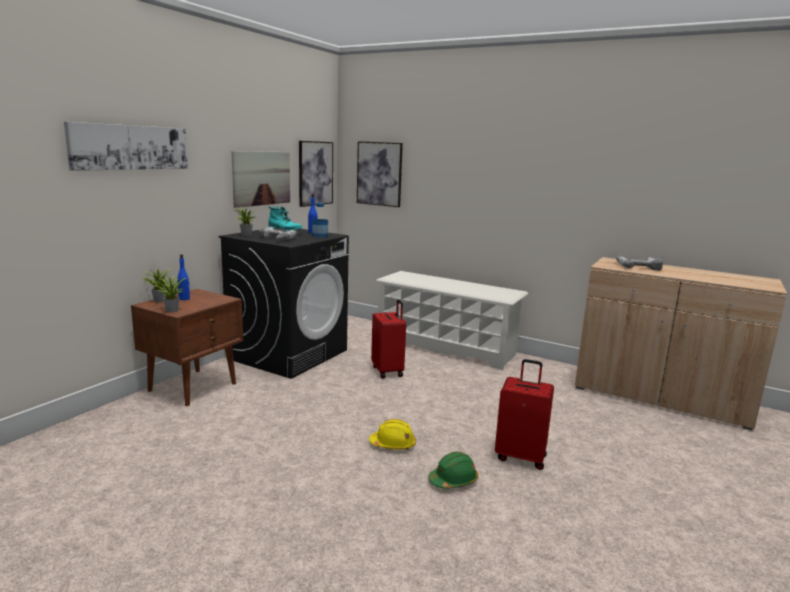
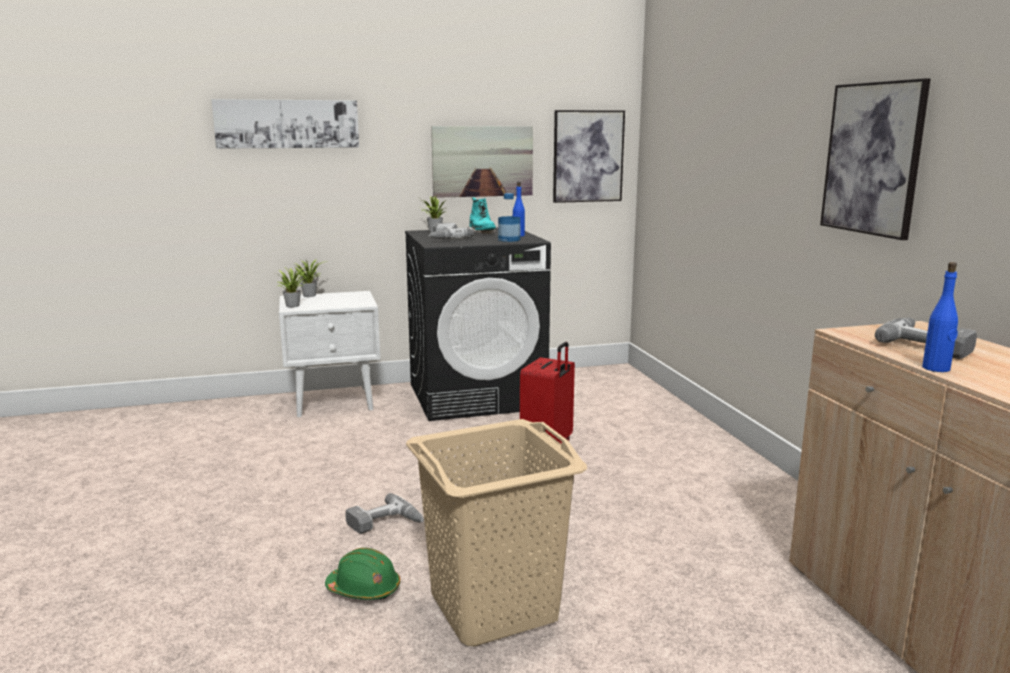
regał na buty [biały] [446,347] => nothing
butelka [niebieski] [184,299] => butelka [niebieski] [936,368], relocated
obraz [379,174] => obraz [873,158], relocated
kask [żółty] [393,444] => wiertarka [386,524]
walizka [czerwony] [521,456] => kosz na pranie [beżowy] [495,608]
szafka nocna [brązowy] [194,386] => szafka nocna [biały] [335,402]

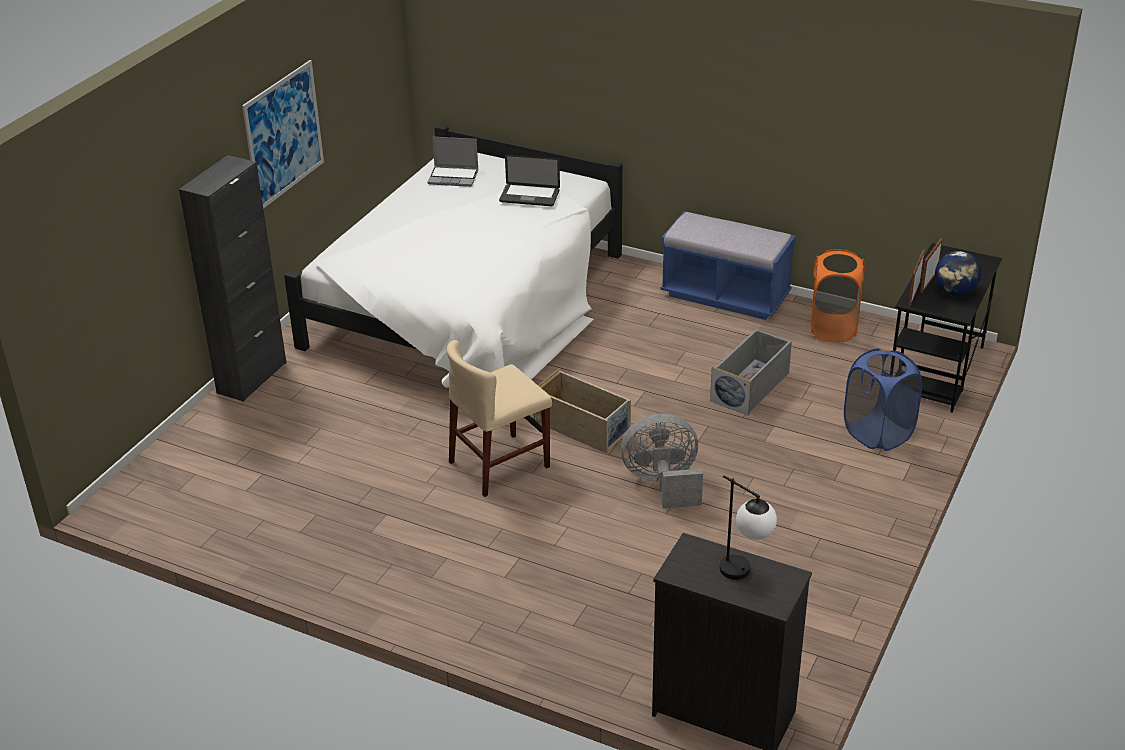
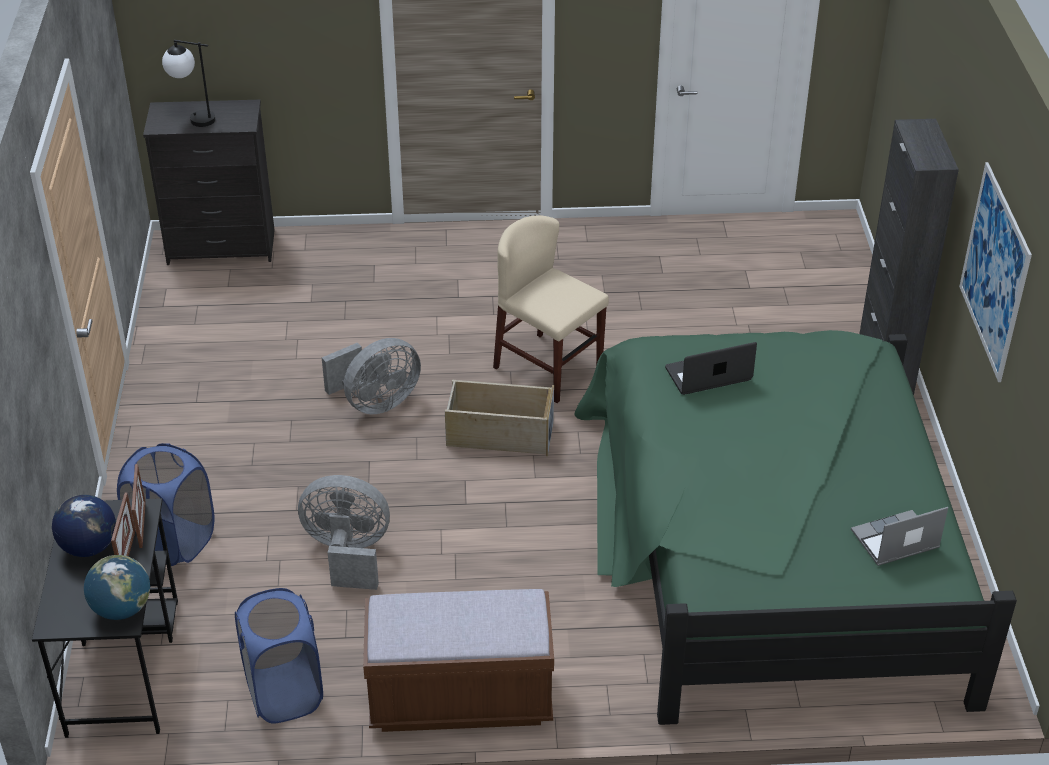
nothing => globus [121,609]
laptop [529,196] => laptop [708,374], relocated
pojemnik do przechowywania [szary] [750,386] => wentylator [szary] [348,554]
łóżko [biały] [470,306] => łóżko [zielony] [768,548]
ławka [niebieski] [725,296] => ławka [brązowy] [460,698]
kosz na pranie [pomarańczowy] [833,328] => kosz na pranie [niebieski] [284,693]
krzesło [beżowy] [499,464] => krzesło [beżowy] [548,368], 75 degrees counterclockwise

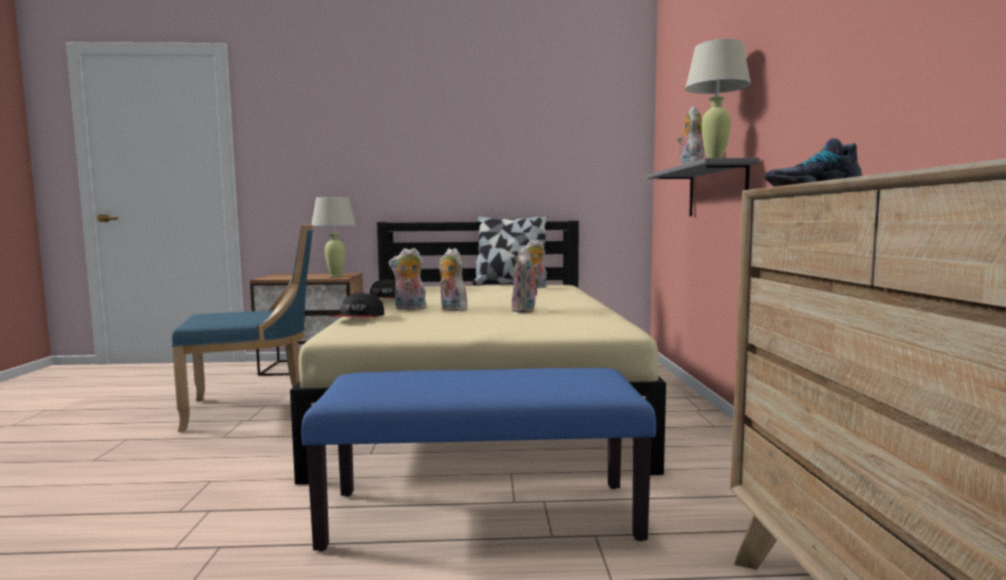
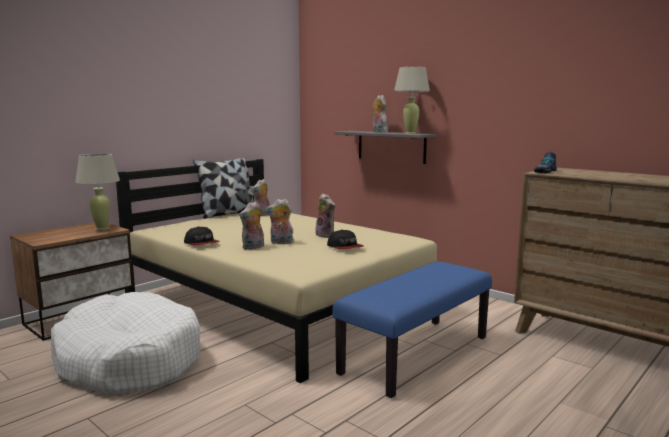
czapka z daszkiem [358,318] => czapka z daszkiem [345,247], relocated
krzesło [niebieski] [255,408] => legowisko [biały] [129,361]

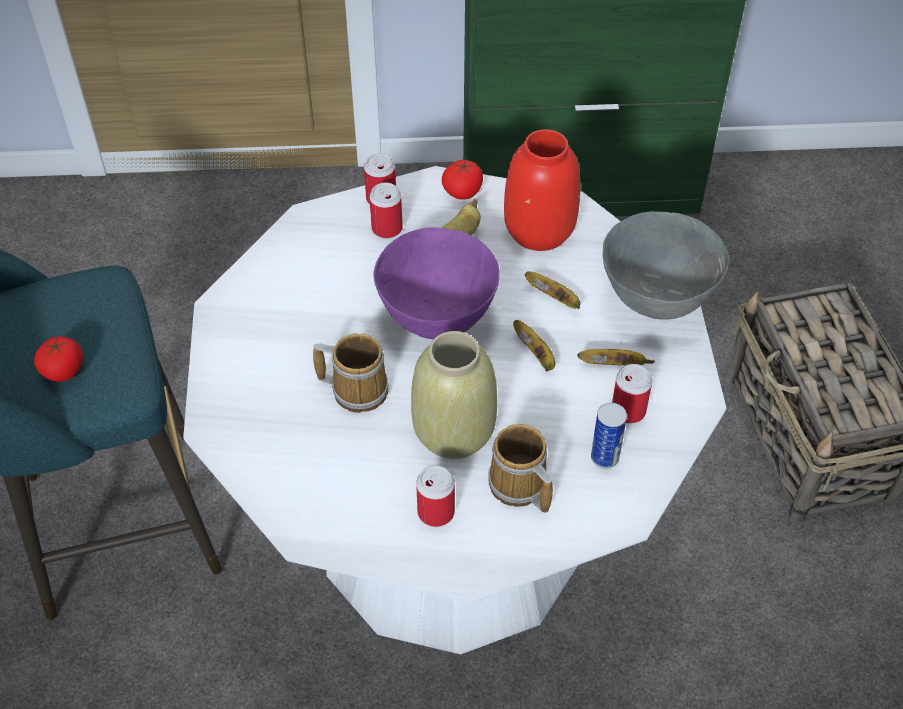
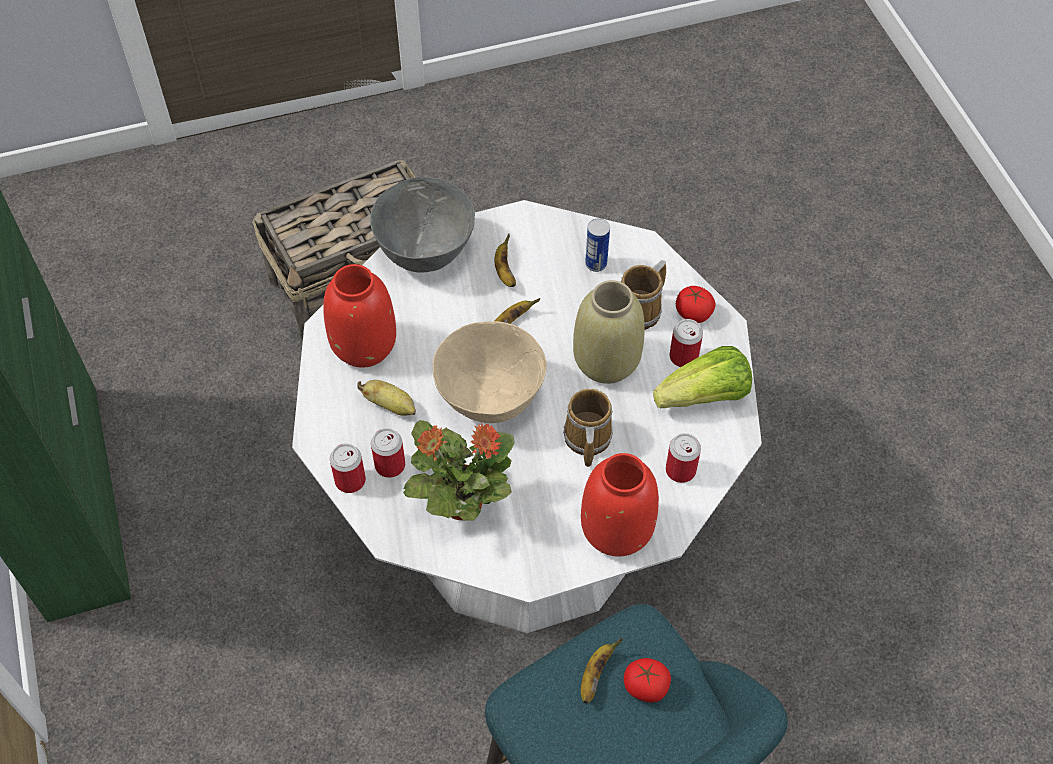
nothing => roślina doniczkowa [461,504]
nothing => wazon [czerwony] [615,530]
nothing => sałata [705,397]
pomidor [462,191] => pomidor [693,314], relocated
banan [555,298] => banan [595,675], relocated
puszka [628,410] => puszka [680,470], relocated
miska [fioletowy] [438,318] => miska [beżowy] [490,398]

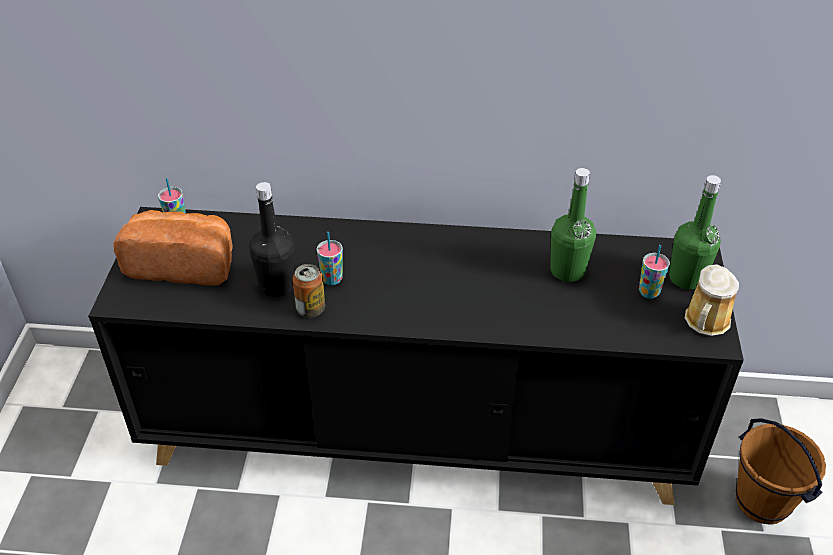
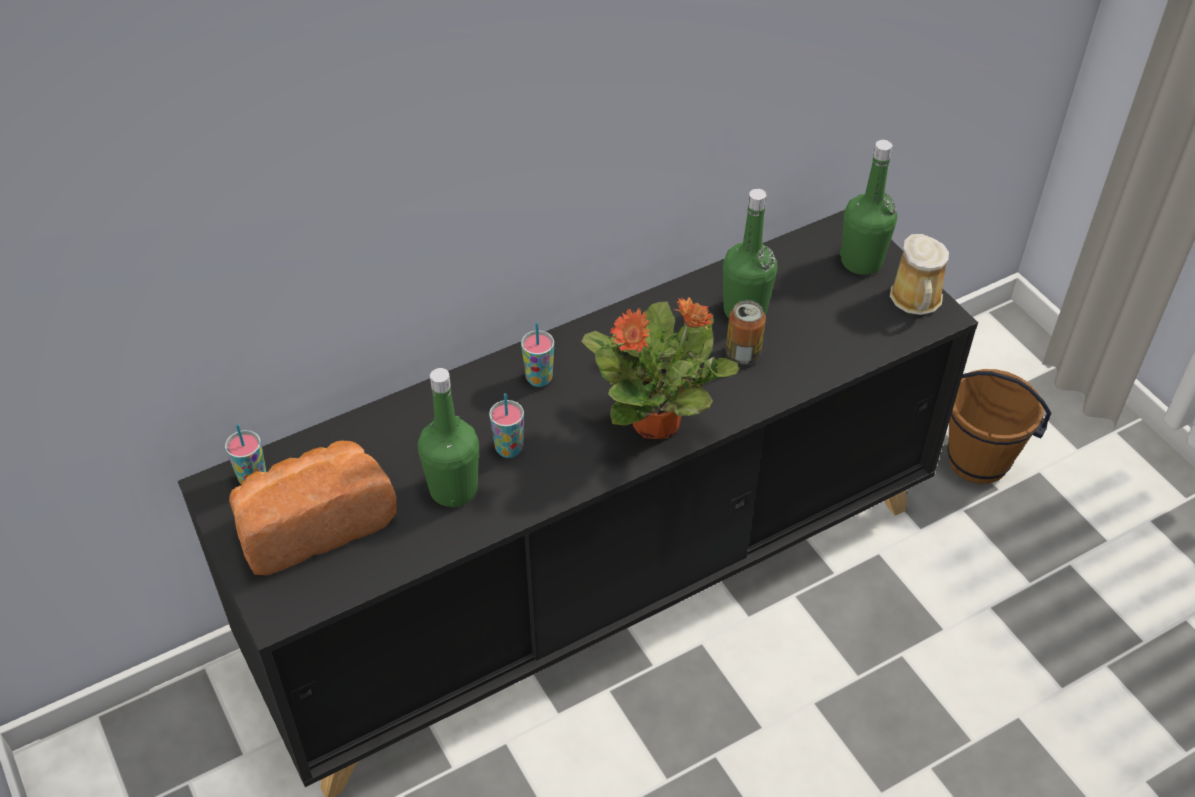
nothing => roślina doniczkowa [658,422]
puszka [310,309] => puszka [743,354], relocated
filiżanka [648,292] => filiżanka [539,378], relocated
butelka [czarny] [277,285] => butelka [zielony] [453,489]

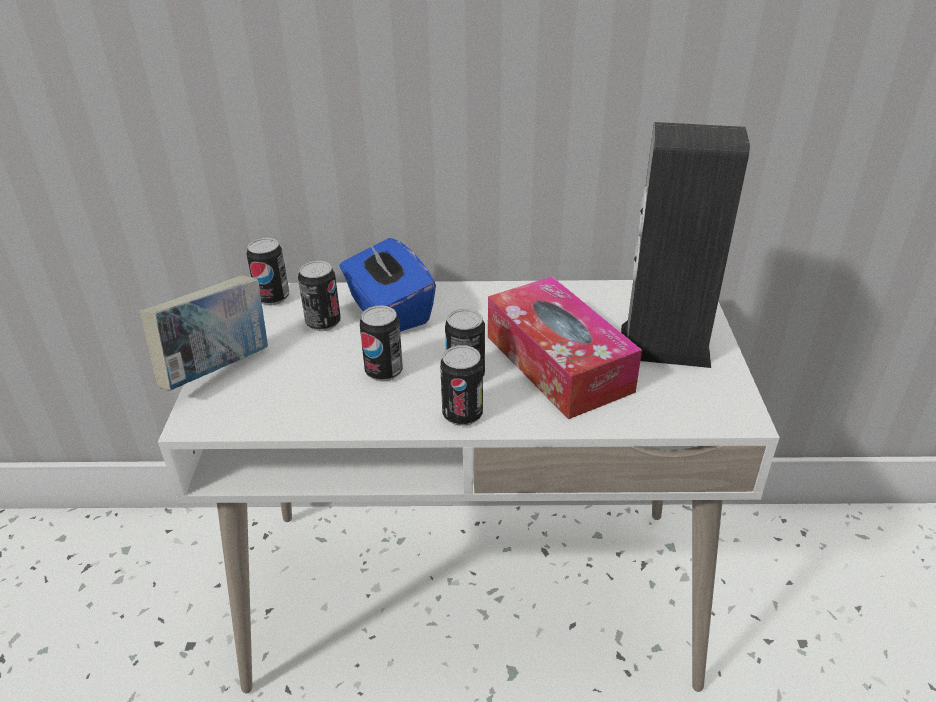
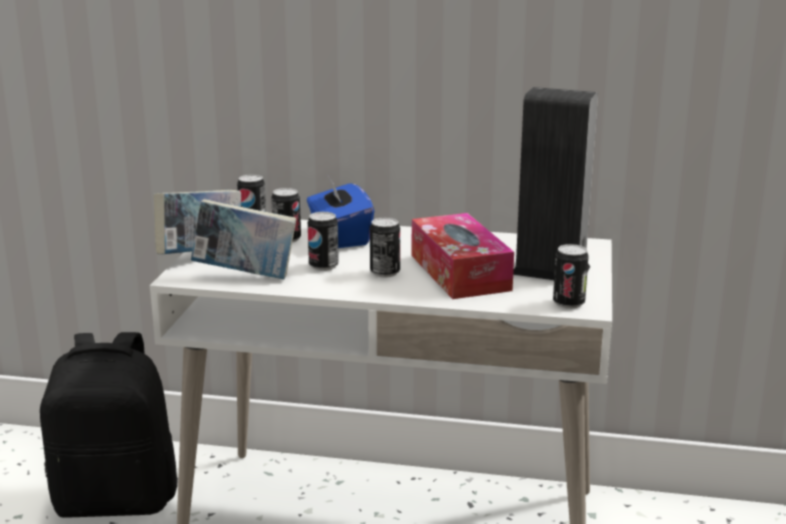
nothing => plecak [czarny] [117,499]
nothing => książka [246,276]
puszka [462,414] => puszka [568,303], relocated

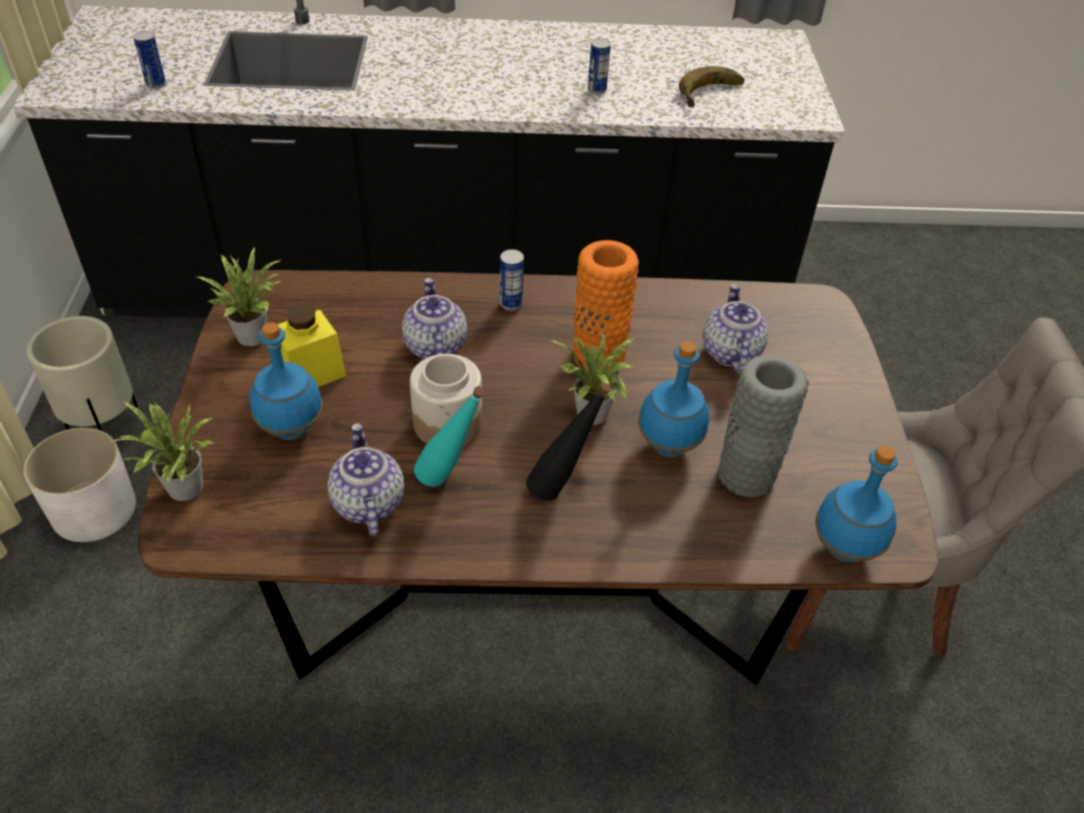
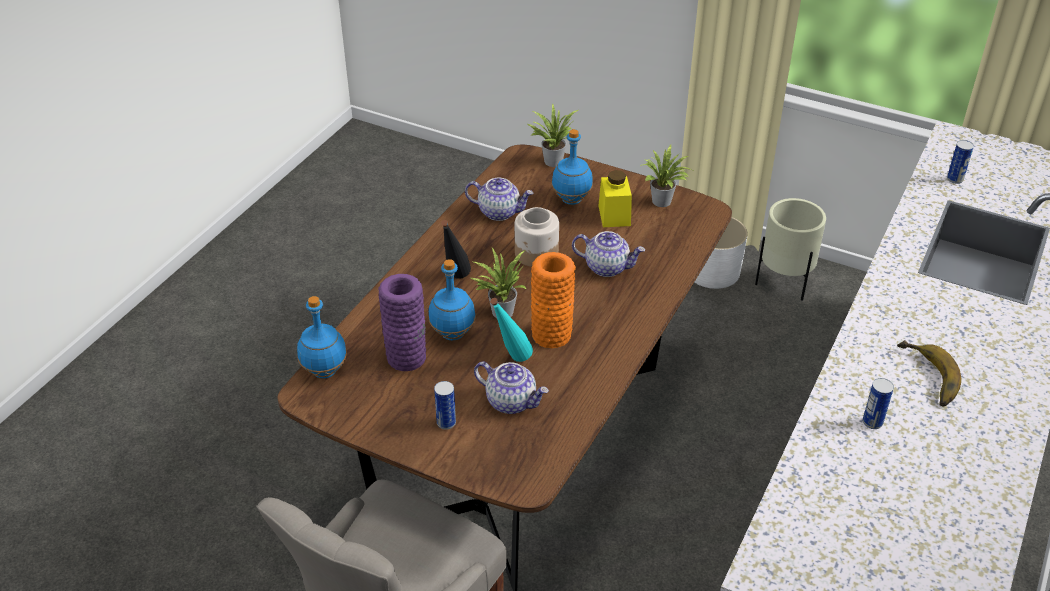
butelka [turkusowy] [450,481] => butelka [turkusowy] [511,361], relocated
puszka [511,304] => puszka [446,423], relocated
banan [713,94] => banan [925,377], relocated
wazon [szary] [746,474] => wazon [fioletowy] [406,357]

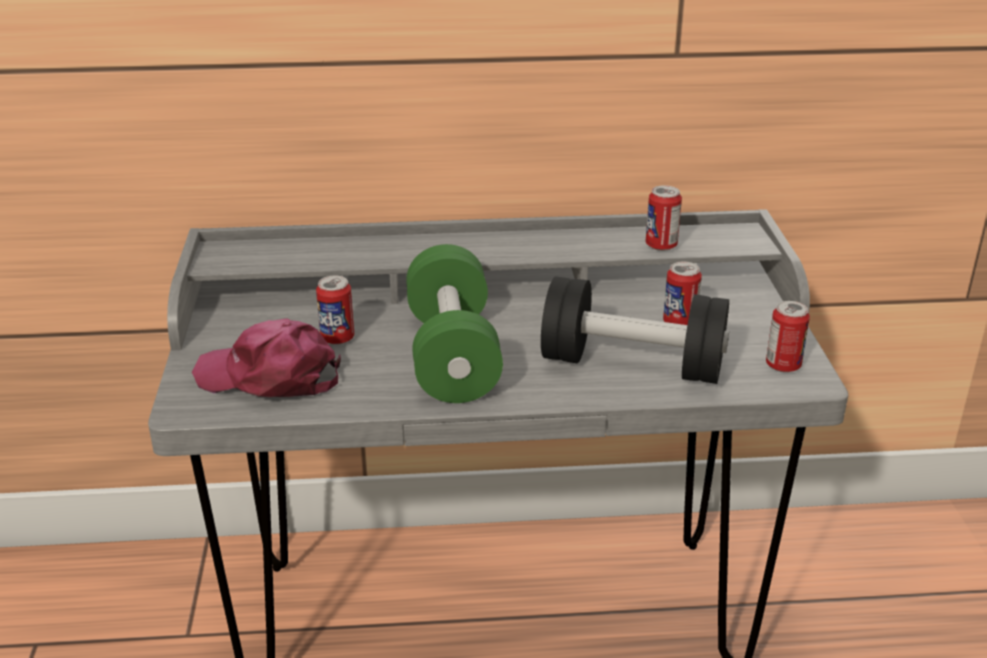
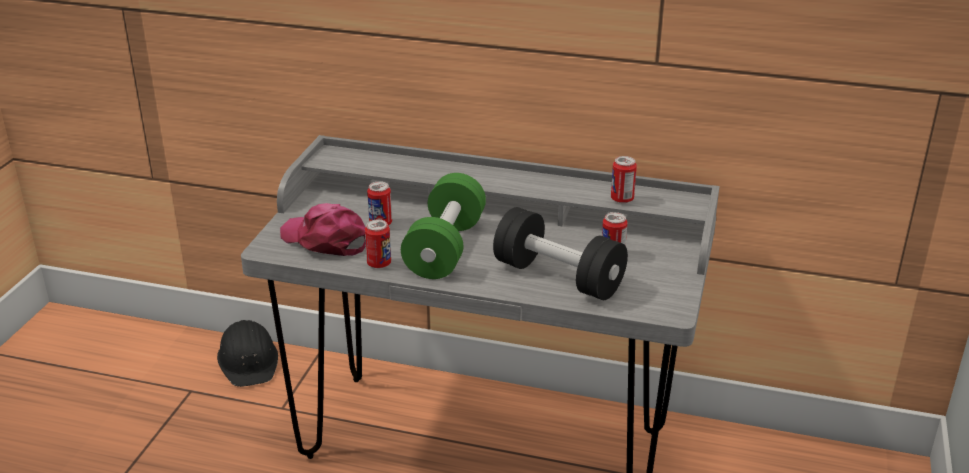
nothing => kask [czarny] [249,360]
puszka [783,365] => puszka [379,264], relocated

